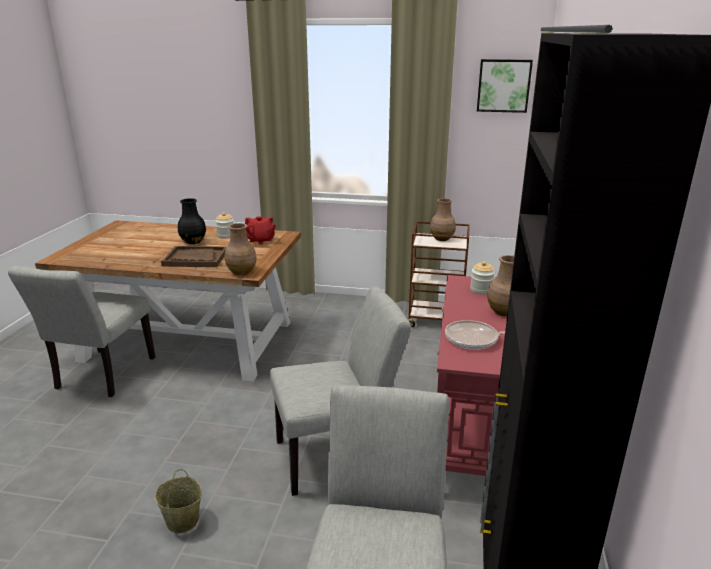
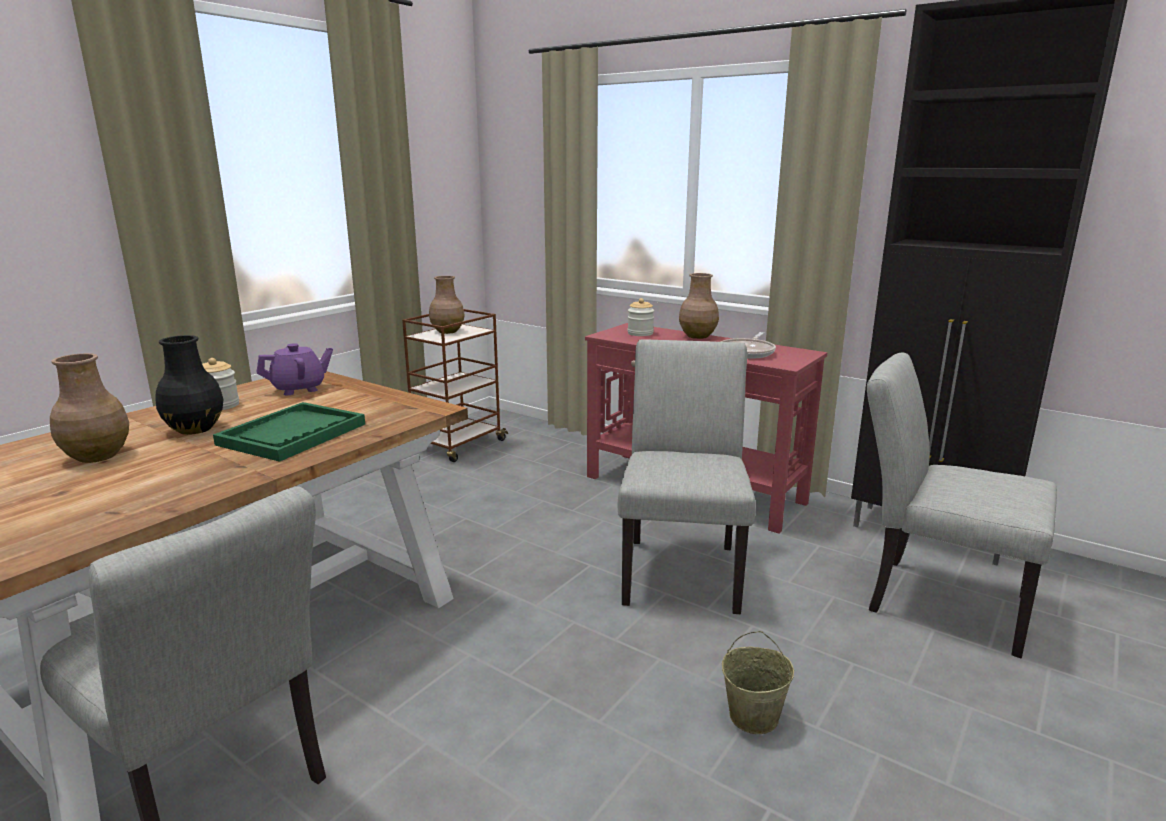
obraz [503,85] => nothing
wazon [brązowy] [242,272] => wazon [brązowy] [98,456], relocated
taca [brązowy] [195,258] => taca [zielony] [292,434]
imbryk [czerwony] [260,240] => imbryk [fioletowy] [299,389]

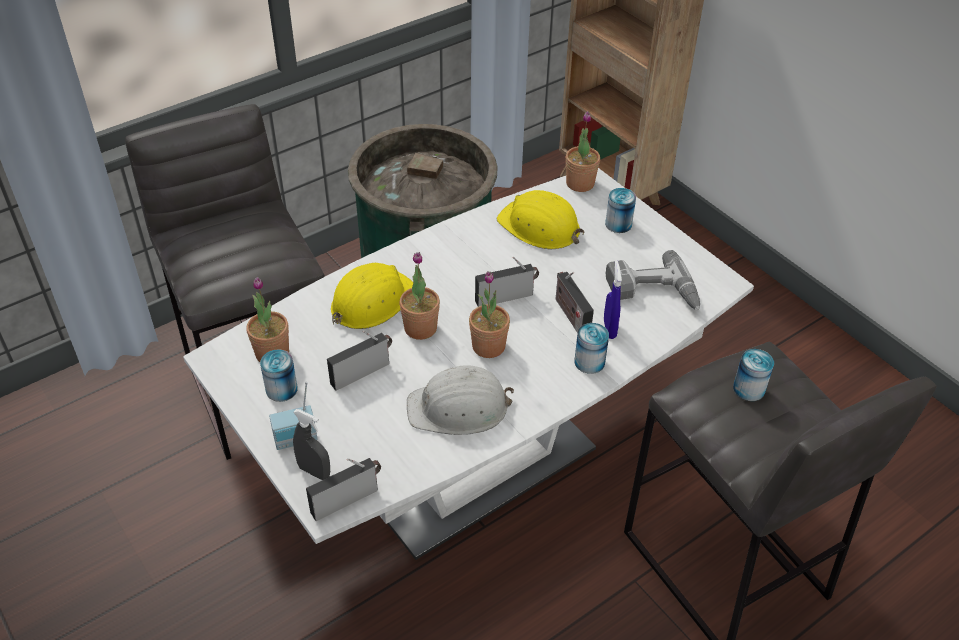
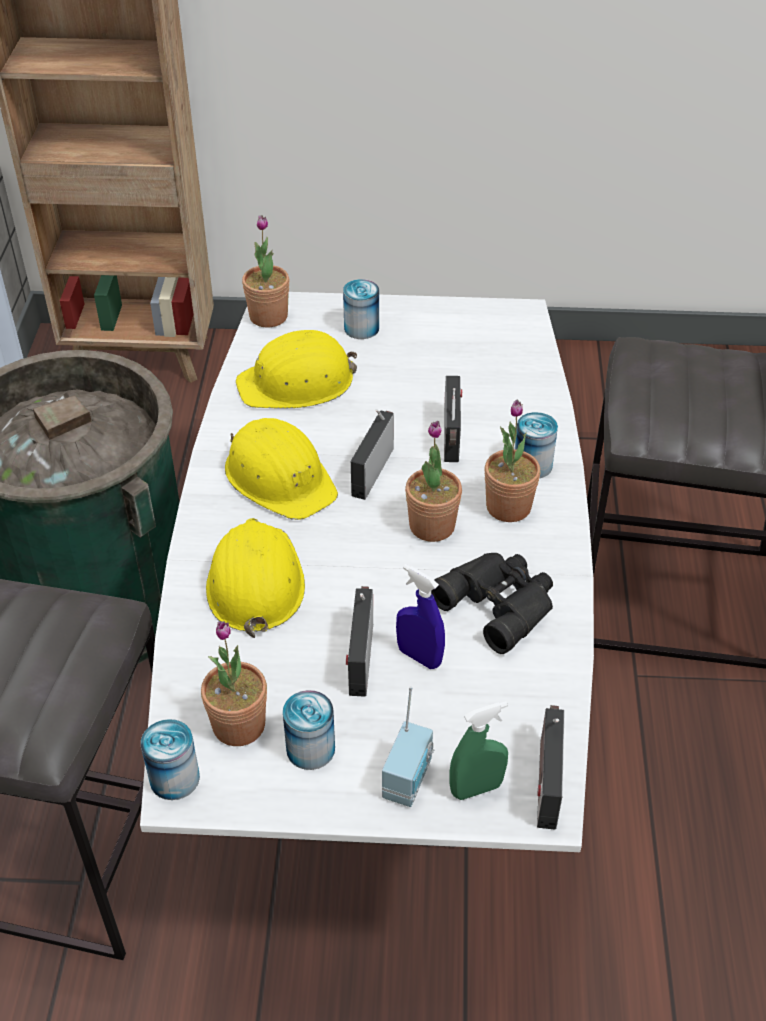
wiertarka [652,293] => nothing
nothing => kask [żółty] [280,477]
roślina doniczkowa [420,328] => roślina doniczkowa [508,507], relocated
spryskiwacz [niebieski] [609,329] => spryskiwacz [niebieski] [419,656], relocated
puszka [749,389] => puszka [174,778], relocated
kask [biały] [459,408] => lornetka [czarny] [499,602]
spryskiwacz [szary] [314,471] => spryskiwacz [zielony] [476,788]
radio [570,315] => radio [452,439], 105 degrees counterclockwise

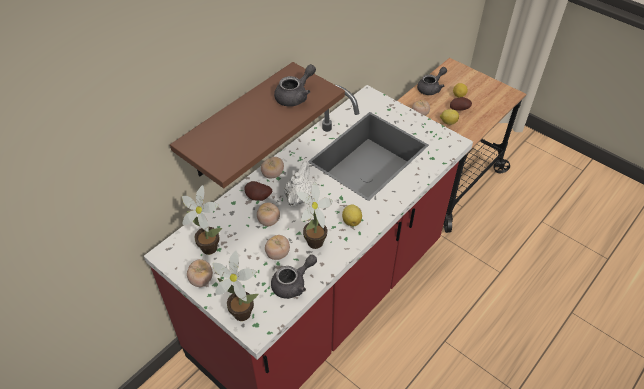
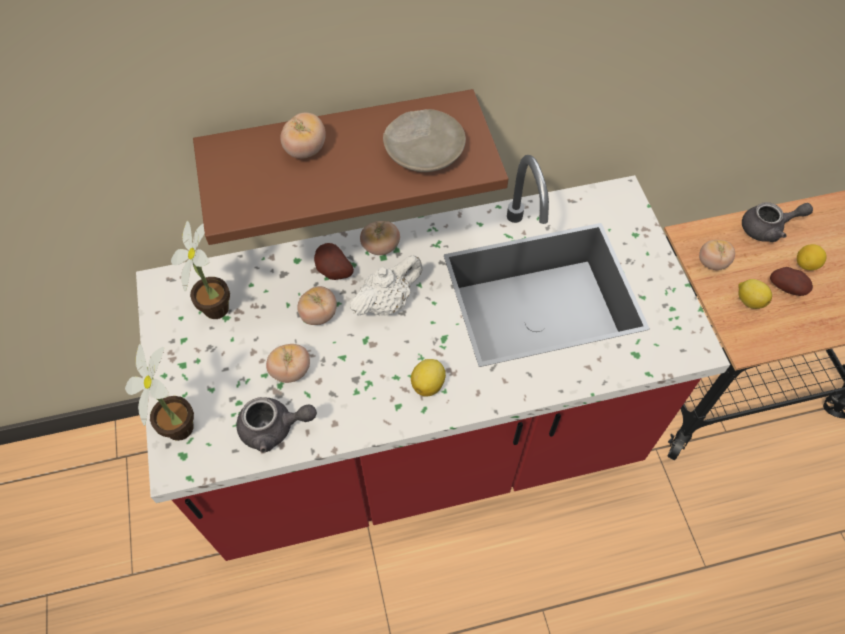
roślina doniczkowa [313,244] => nothing
pomidor [201,279] => pomidor [305,150], relocated
imbryk [szary] [295,96] => talerz [beżowy] [424,150]

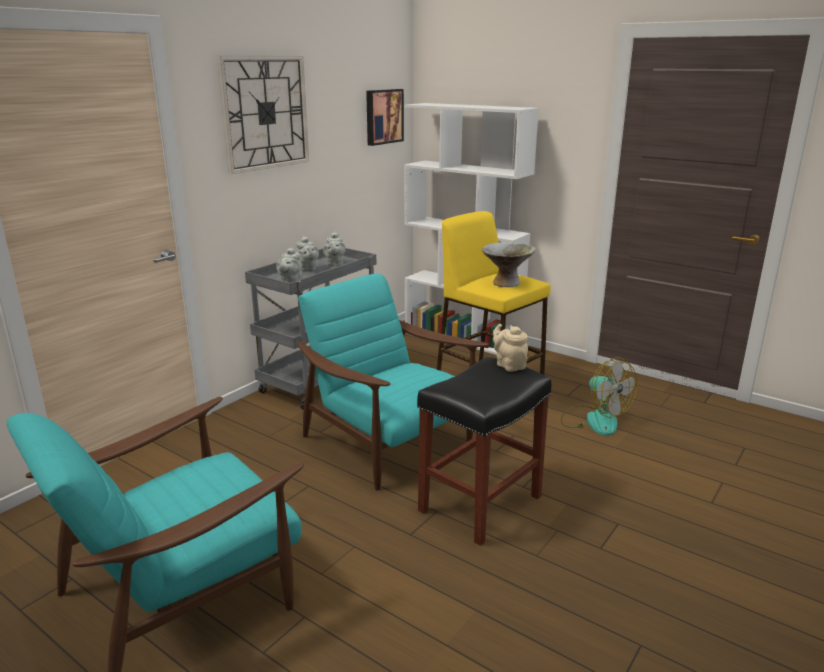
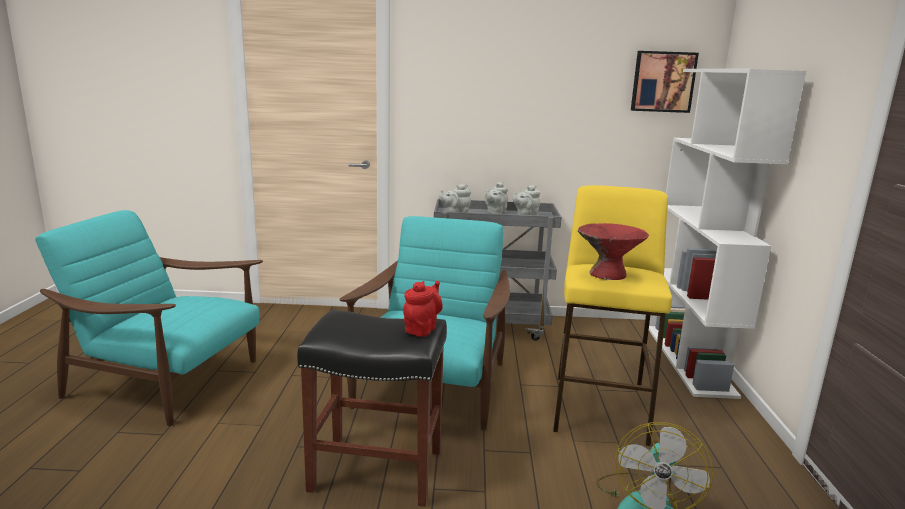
zegar ścienny [265,113] => nothing
miska [szary] [506,283] => miska [czerwony] [608,274]
imbryk [beżowy] [509,365] => imbryk [czerwony] [422,329]

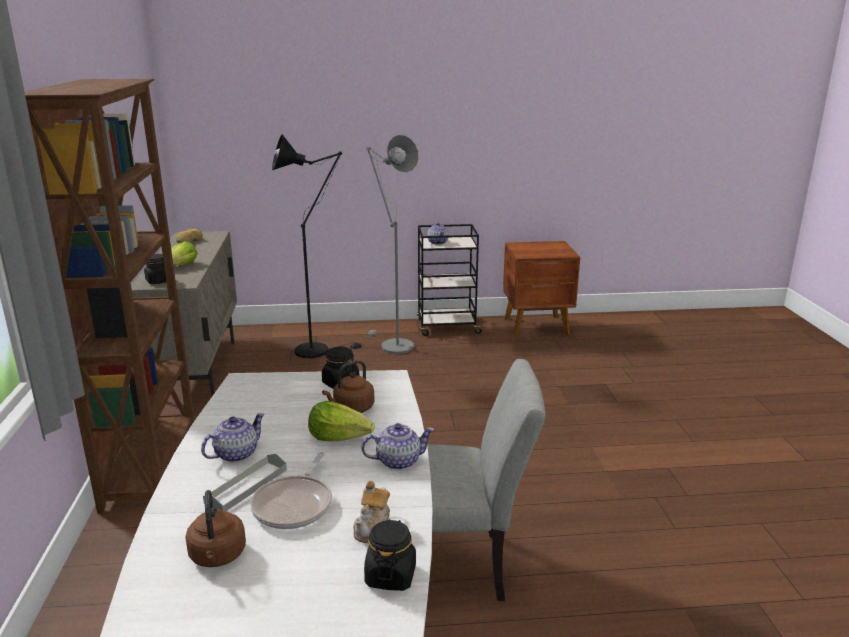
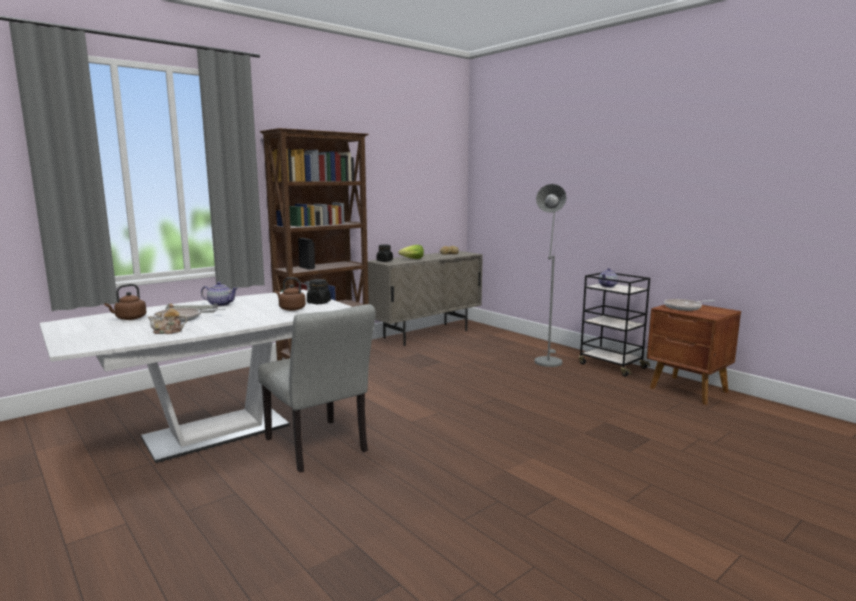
lampa stojąca [czarny] [318,349] => nothing
sałata [339,437] => nothing
imbryk [397,461] => nothing
słoik [czarny] [390,575] => nothing
nothing => patelnia [684,307]

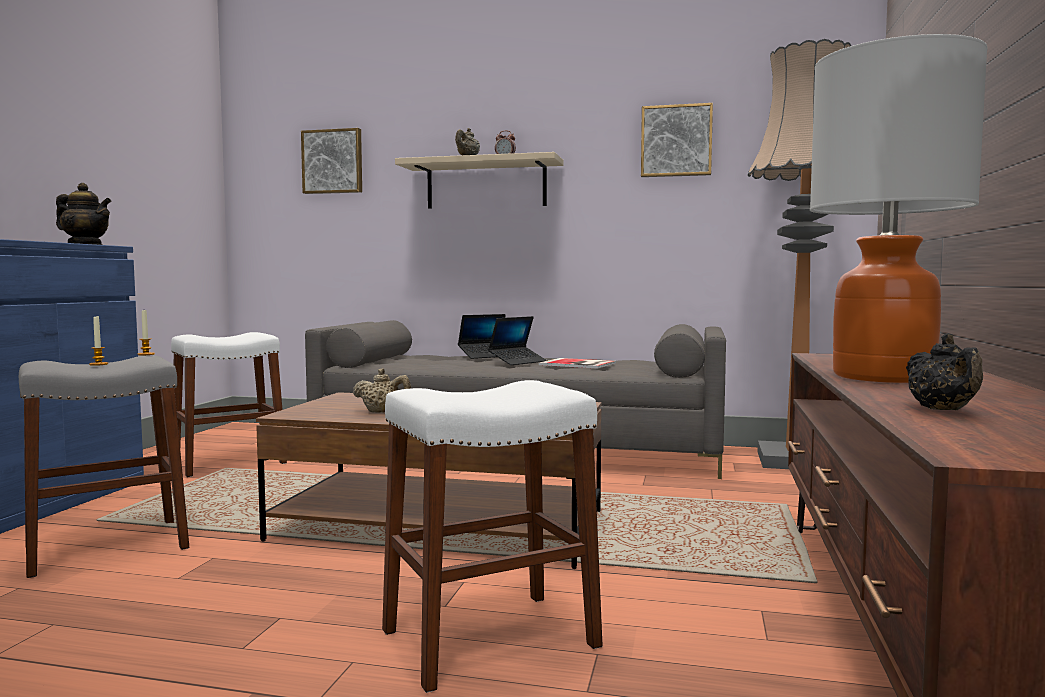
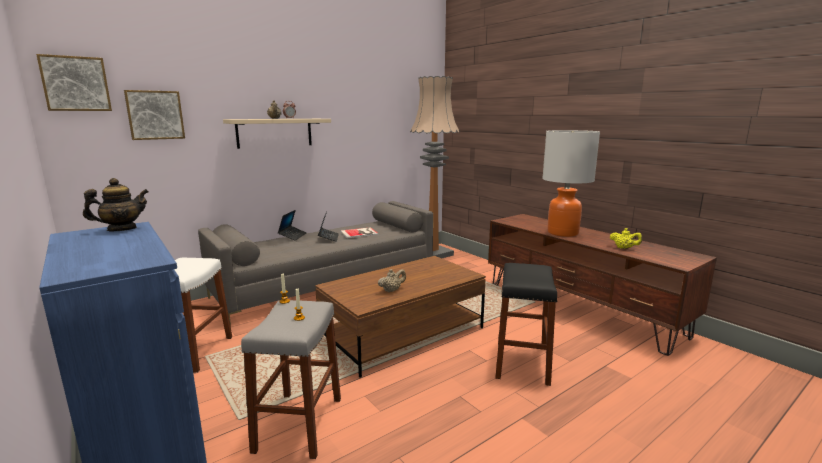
obraz [676,141] => obraz [76,84], relocated
stołek [biały] [489,638] => stołek [czarny] [522,362]
imbryk [czarny] [943,410] => imbryk [żółty] [624,248]

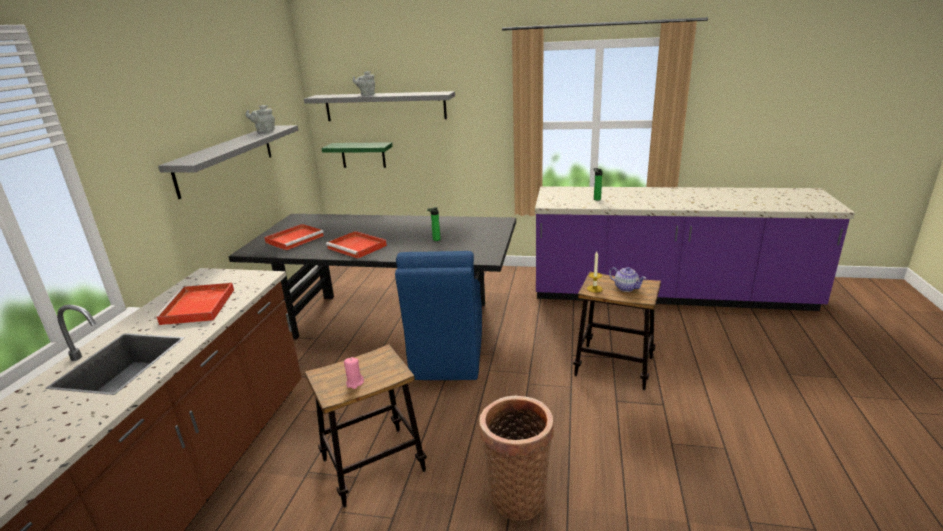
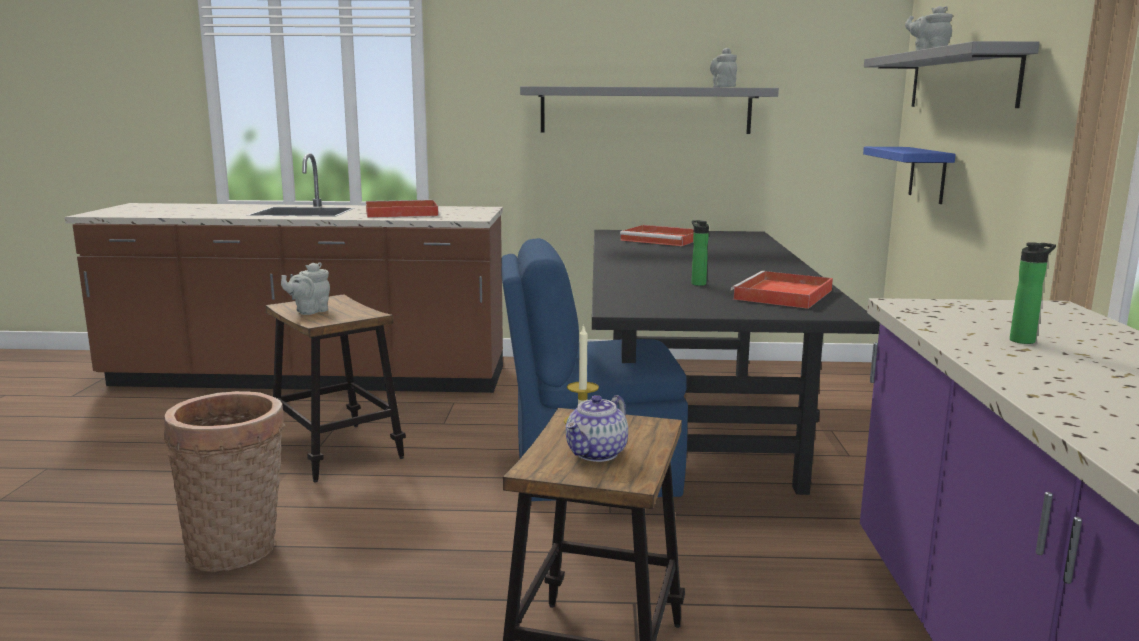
taca [czerwony] [358,247] => taca [czerwony] [783,295], relocated
świeca [różowy] [354,383] => imbryk [szary] [309,311]
półka [zielony] [363,155] => półka [niebieski] [927,174]

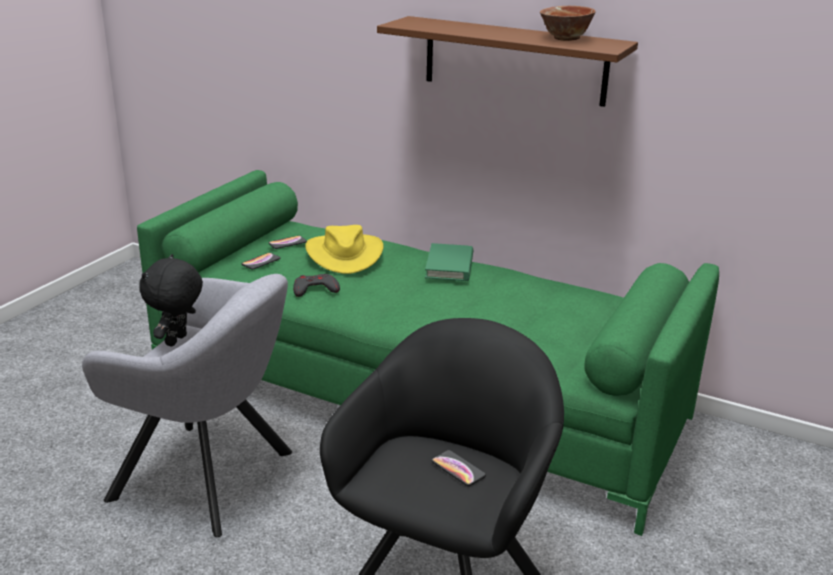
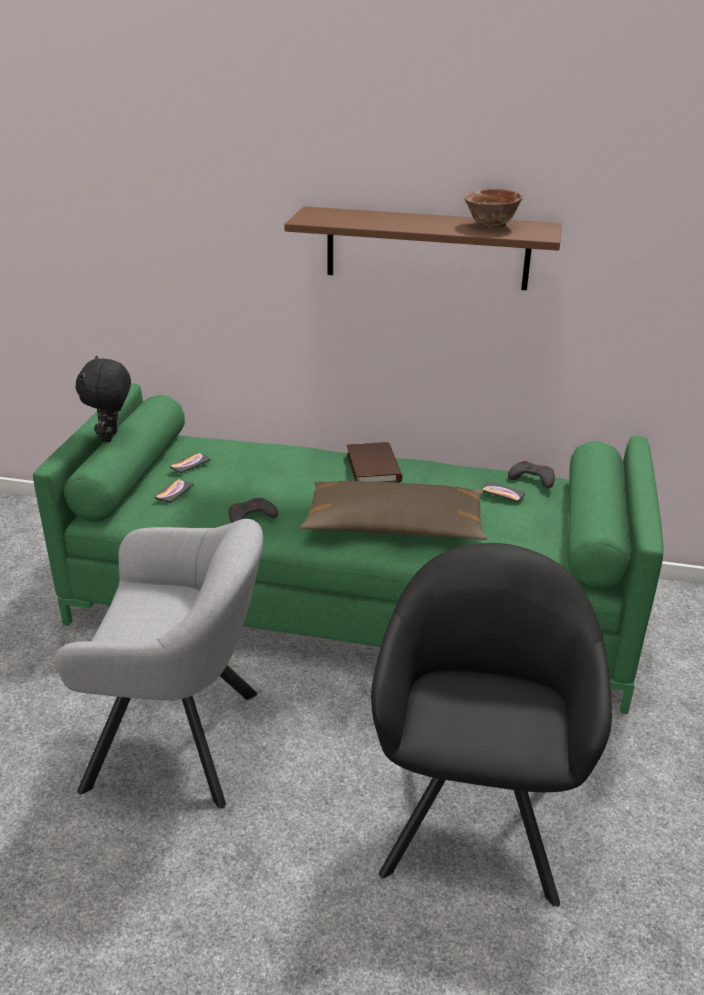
kapelusz [żółty] [344,254] => nothing
nothing => poduszka [brązowy] [394,526]
nothing => pad do gier [szary] [532,478]
pluszak [czarny] [177,341] => pluszak [czarny] [111,437], relocated
telefon [458,469] => telefon [503,492], relocated
książka [zielony] [449,266] => książka [brązowy] [373,467]

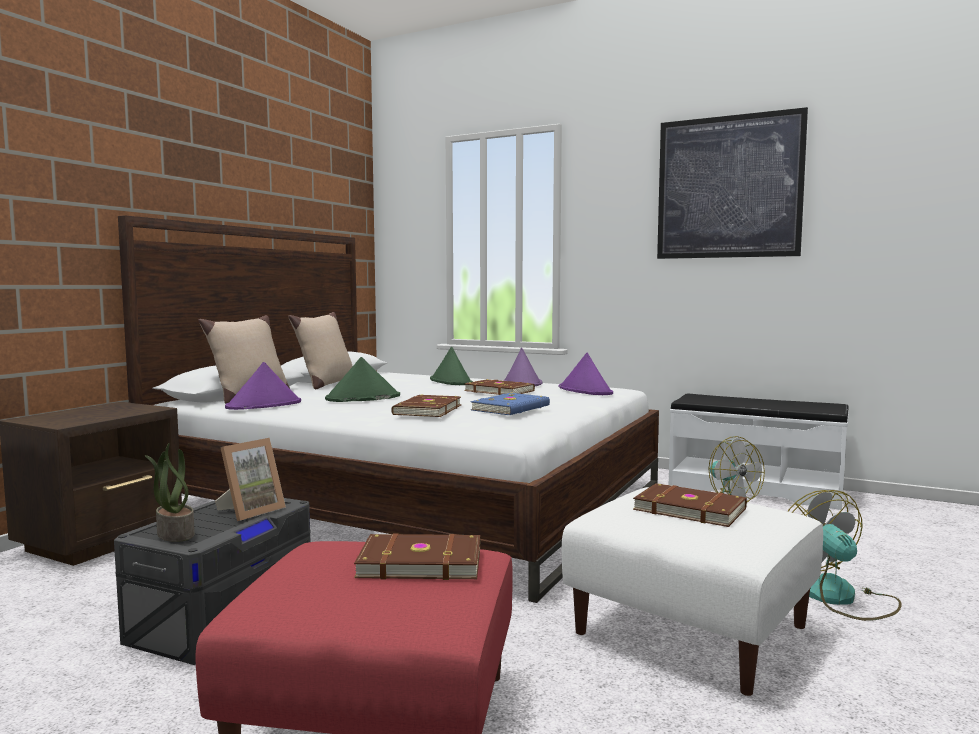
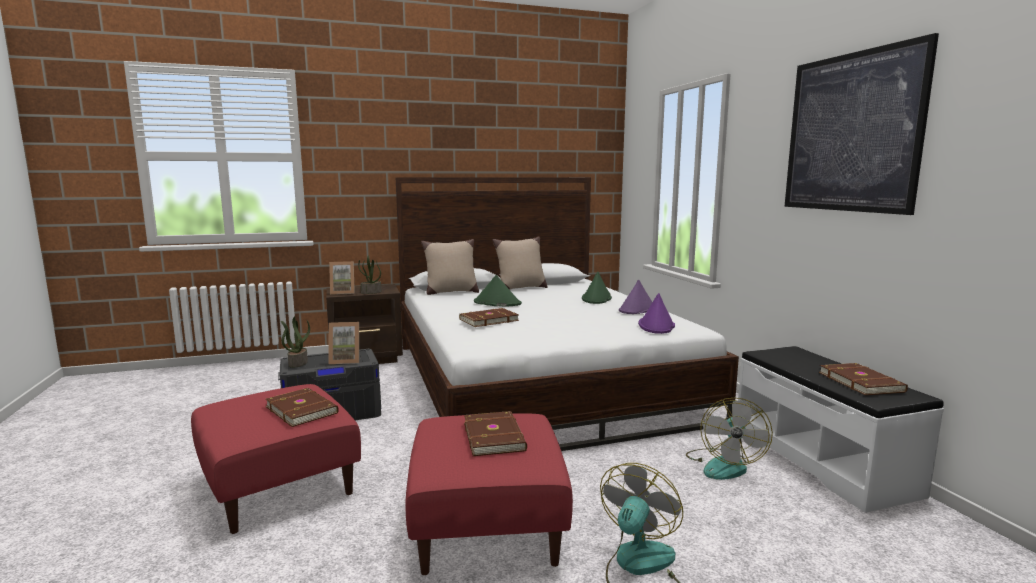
kapelusz [fioletowy] [264,405] => nothing
książka [niebieski] [512,408] => nothing
nothing => ramka na zdjęcie [343,292]
nothing => roślina doniczkowa [371,292]
książka [brązowy] [499,391] => książka [brązowy] [861,382], relocated
pufa [biały] [692,629] => pufa [czerwony] [488,526]

